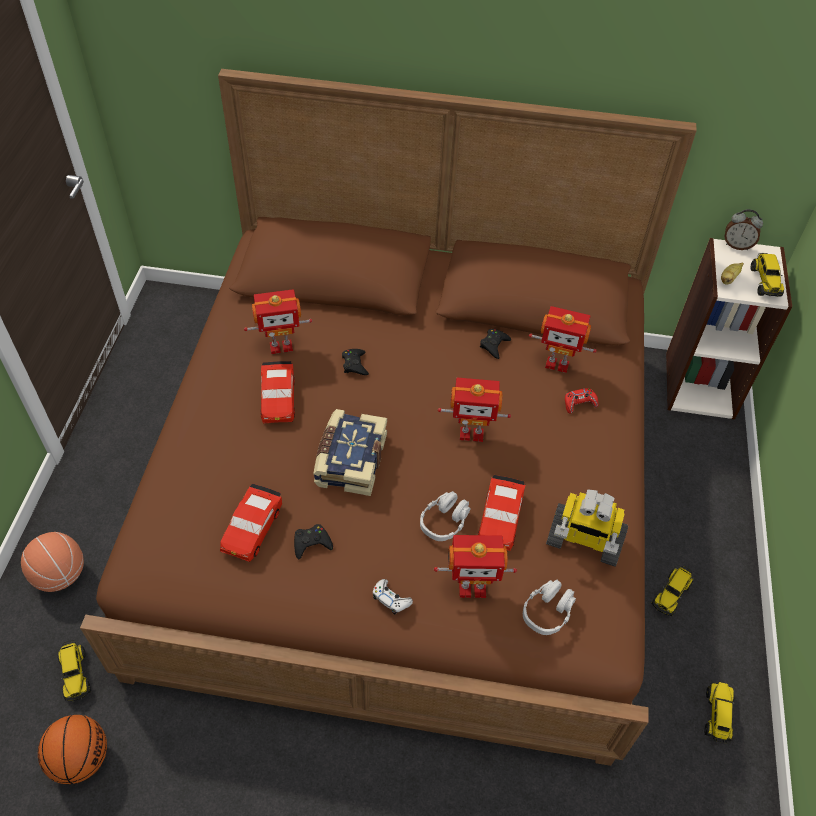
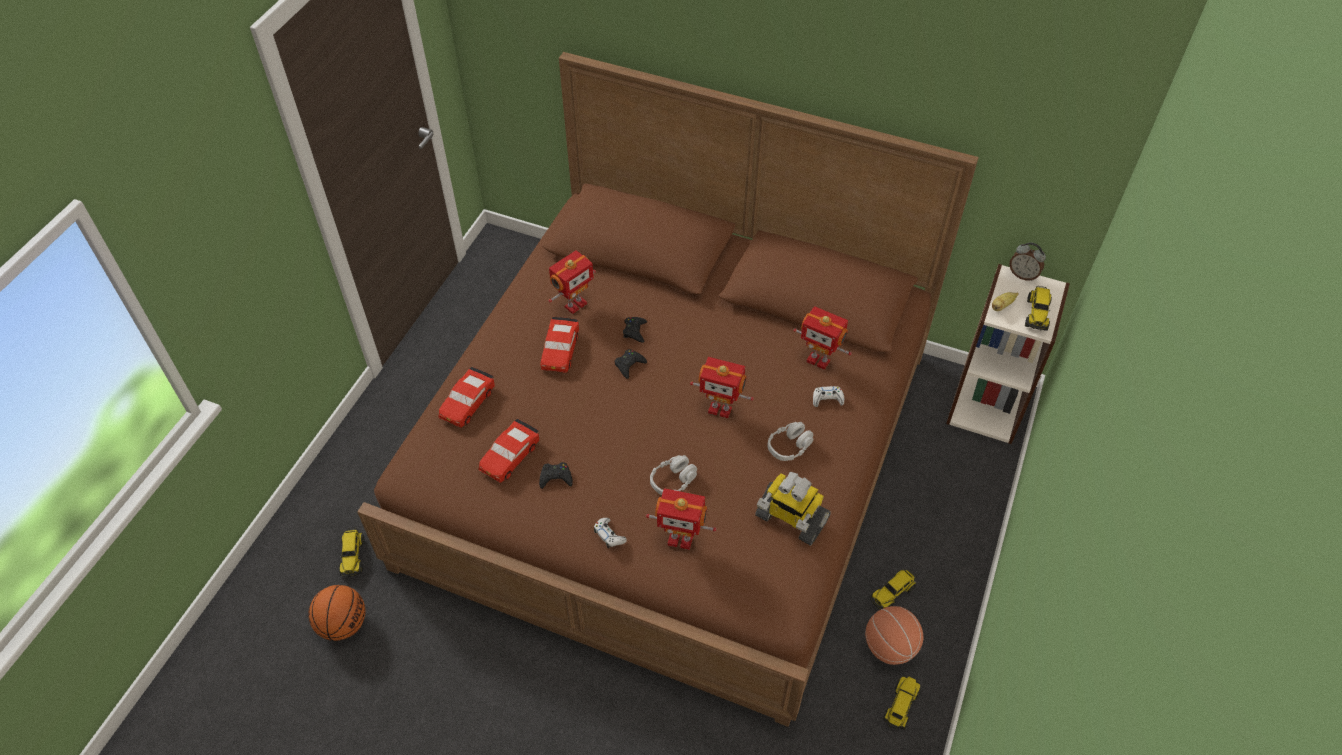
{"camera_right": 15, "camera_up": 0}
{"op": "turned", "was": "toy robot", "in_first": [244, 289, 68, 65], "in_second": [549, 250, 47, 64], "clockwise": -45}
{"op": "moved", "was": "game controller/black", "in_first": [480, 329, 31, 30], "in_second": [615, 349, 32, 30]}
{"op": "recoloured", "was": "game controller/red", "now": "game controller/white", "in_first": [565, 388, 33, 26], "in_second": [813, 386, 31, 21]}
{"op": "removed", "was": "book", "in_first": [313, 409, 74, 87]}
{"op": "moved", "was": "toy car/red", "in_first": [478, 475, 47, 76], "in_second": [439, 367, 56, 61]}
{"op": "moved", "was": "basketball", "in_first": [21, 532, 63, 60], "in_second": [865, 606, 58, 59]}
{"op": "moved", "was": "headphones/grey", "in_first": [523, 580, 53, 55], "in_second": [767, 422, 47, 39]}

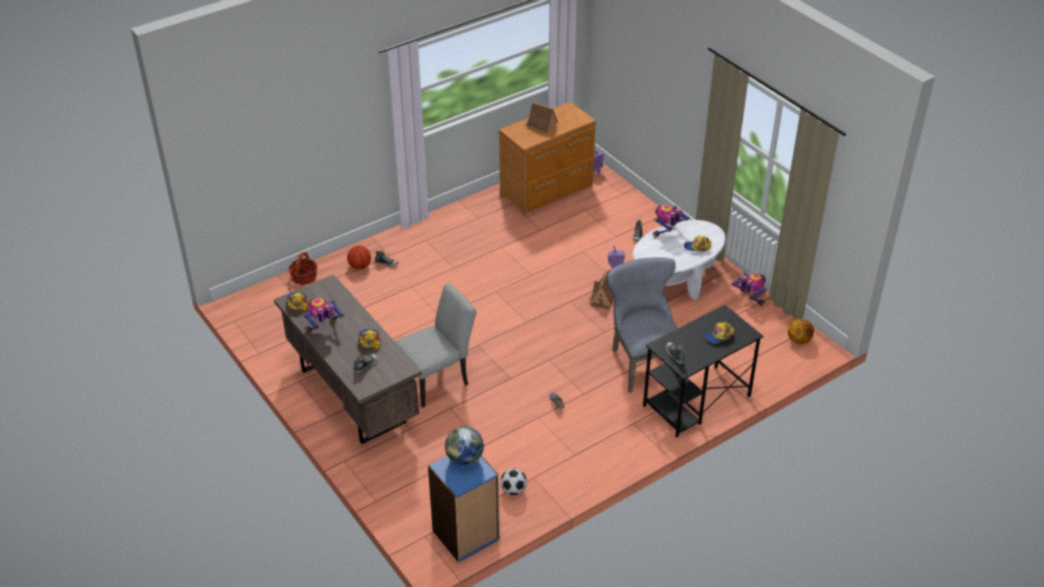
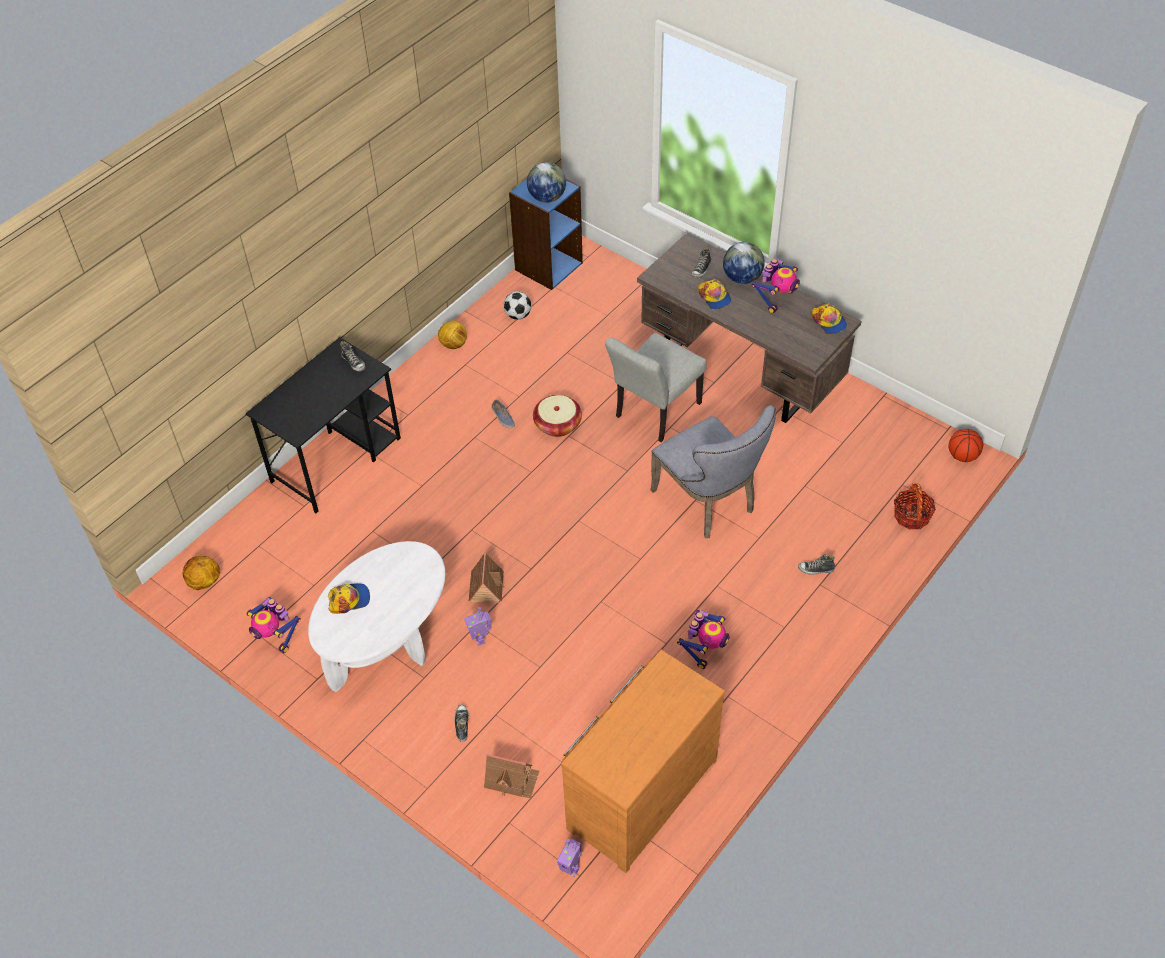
{"camera_right": 165, "camera_up": 10}
{"op": "moved", "was": "toy house", "in_first": [524, 102, 34, 31], "in_second": [484, 754, 55, 45]}
{"op": "moved", "was": "toy robot", "in_first": [653, 205, 36, 32], "in_second": [677, 610, 53, 59]}
{"op": "moved", "was": "basketball", "in_first": [347, 246, 24, 23], "in_second": [948, 429, 35, 33]}
{"op": "moved", "was": "chair/grey", "in_first": [607, 257, 71, 136], "in_second": [651, 405, 125, 133]}
{"op": "removed", "was": "cap", "in_first": [705, 322, 30, 21]}
{"op": "added", "now": "globe", "in_second": [723, 242, 42, 42]}
{"op": "added", "now": "football", "in_second": [438, 320, 29, 29]}
{"op": "added", "now": "basket", "in_second": [533, 395, 49, 42]}

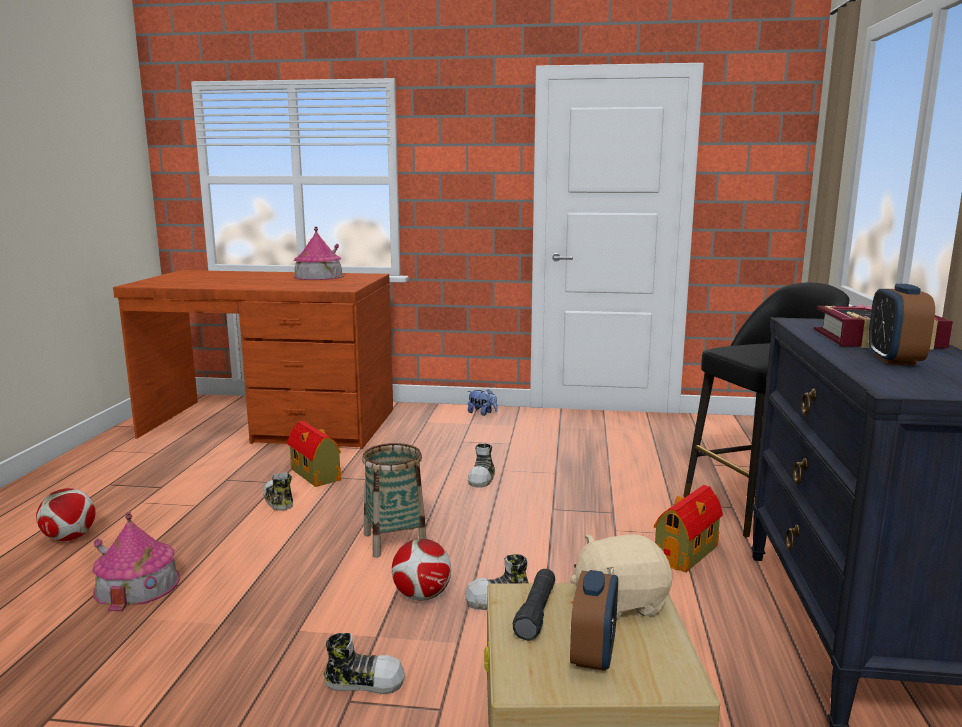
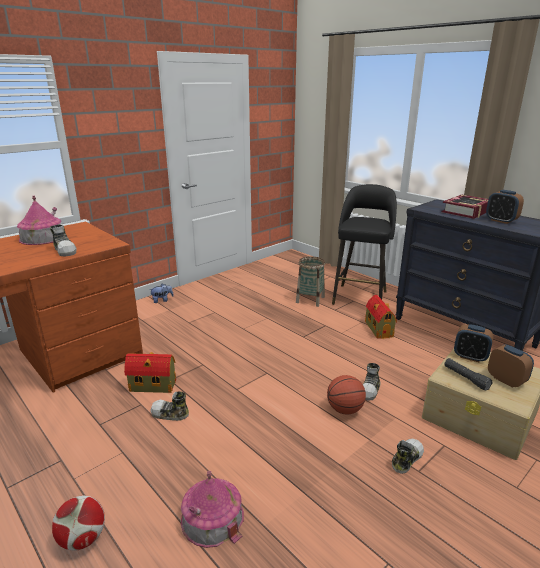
{"camera_right": -50, "camera_up": 10}
{"op": "moved", "was": "basket", "in_first": [362, 443, 64, 115], "in_second": [296, 256, 29, 51]}
{"op": "moved", "was": "shoe", "in_first": [468, 444, 27, 44], "in_second": [50, 225, 26, 31]}
{"op": "replaced", "was": "plush toy/beige", "now": "alarm clock", "in_first": [570, 534, 103, 86], "in_second": [454, 324, 39, 38]}
{"op": "replaced", "was": "football", "now": "basketball", "in_first": [392, 538, 59, 63], "in_second": [327, 375, 39, 39]}

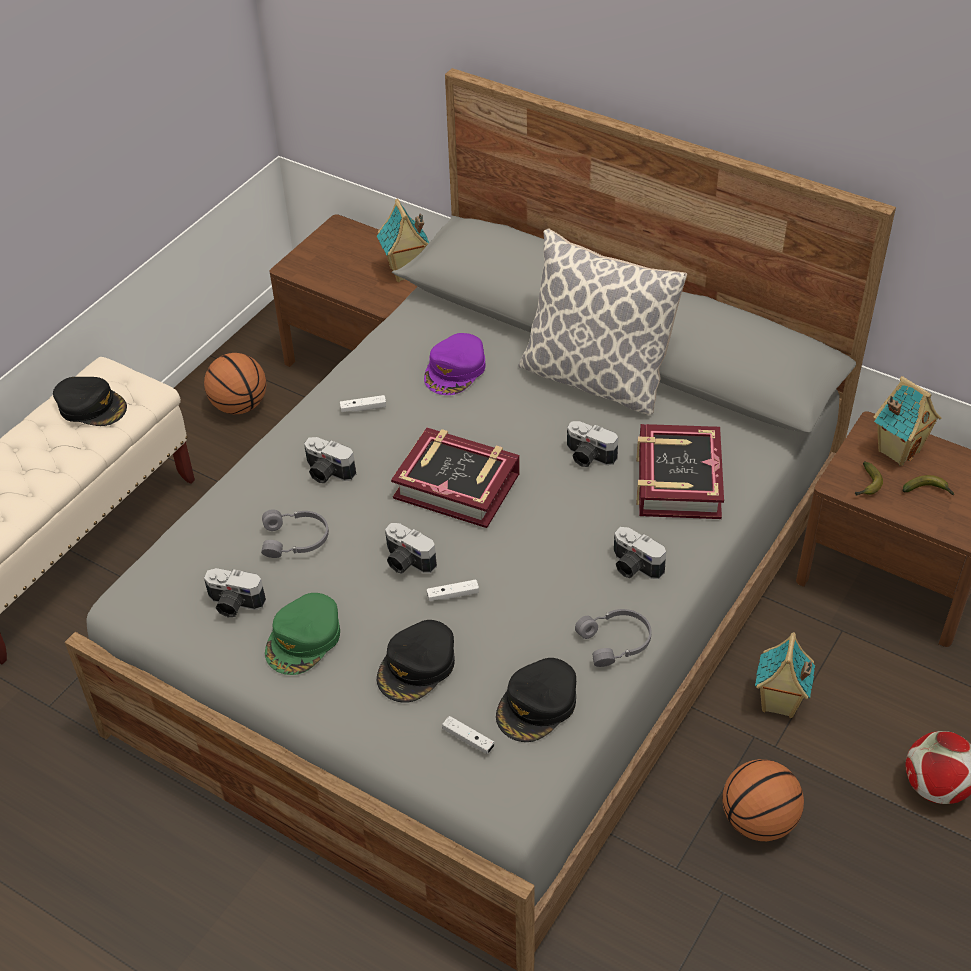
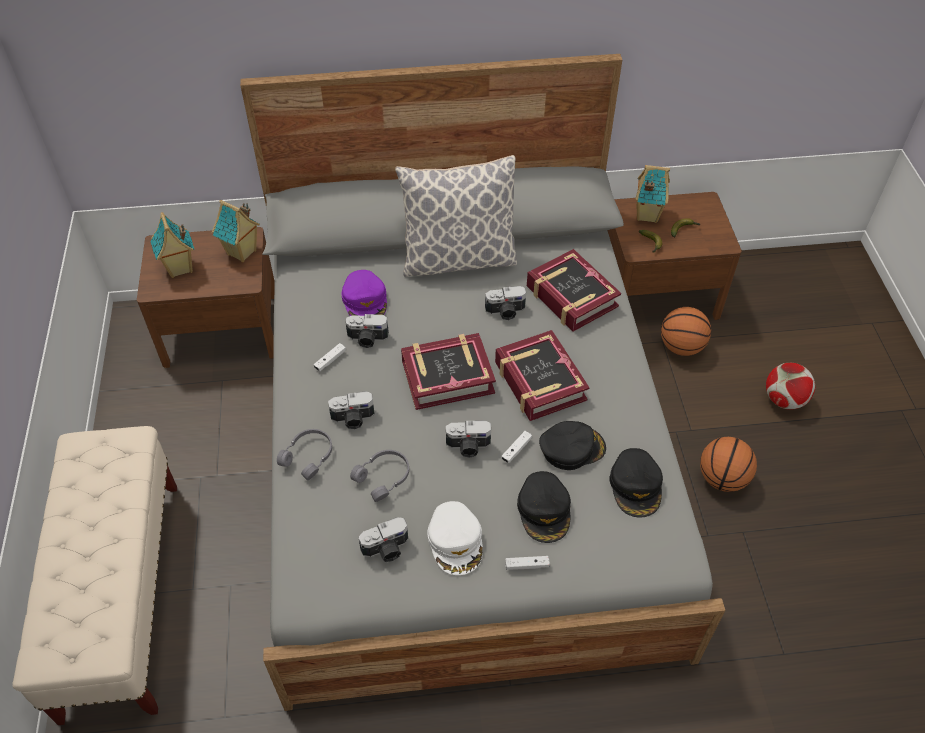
{"camera_right": -40, "camera_up": 5}
{"op": "moved", "was": "basketball", "in_first": [204, 353, 62, 61], "in_second": [661, 307, 50, 49]}
{"op": "moved", "was": "cap/black", "in_first": [53, 377, 74, 49], "in_second": [539, 421, 67, 49]}
{"op": "moved", "was": "photo camera", "in_first": [614, 527, 52, 52], "in_second": [346, 314, 43, 34]}
{"op": "recoloured", "was": "cap/green", "now": "cap/white", "in_first": [265, 593, 75, 82], "in_second": [427, 501, 56, 74]}
{"op": "moved", "was": "headphones/grey", "in_first": [575, 609, 77, 58], "in_second": [277, 429, 55, 51]}
{"op": "moved", "was": "toy house", "in_first": [755, 632, 60, 86], "in_second": [150, 212, 45, 66]}
{"op": "moved", "was": "game controller/white", "in_first": [442, 716, 53, 38], "in_second": [505, 556, 45, 14]}
{"op": "added", "now": "book", "in_second": [495, 330, 95, 91]}

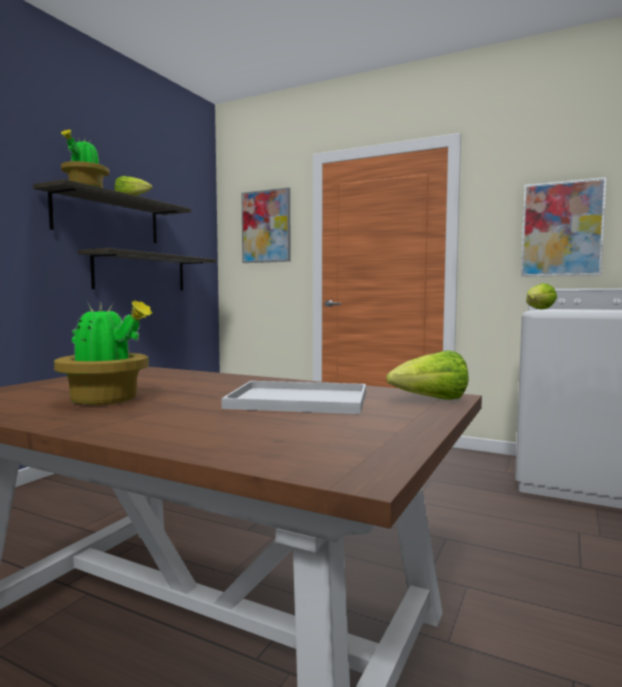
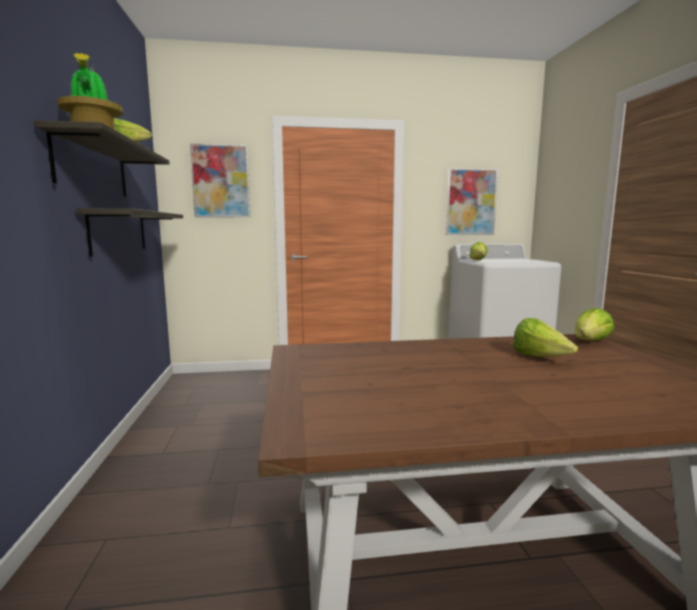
{"camera_right": -35, "camera_up": 5}
{"op": "removed", "was": "potted plant", "in_first": [54, 300, 98, 105]}
{"op": "replaced", "was": "tray/white", "now": "lettuce", "in_first": [221, 381, 145, 33], "in_second": [513, 318, 65, 39]}

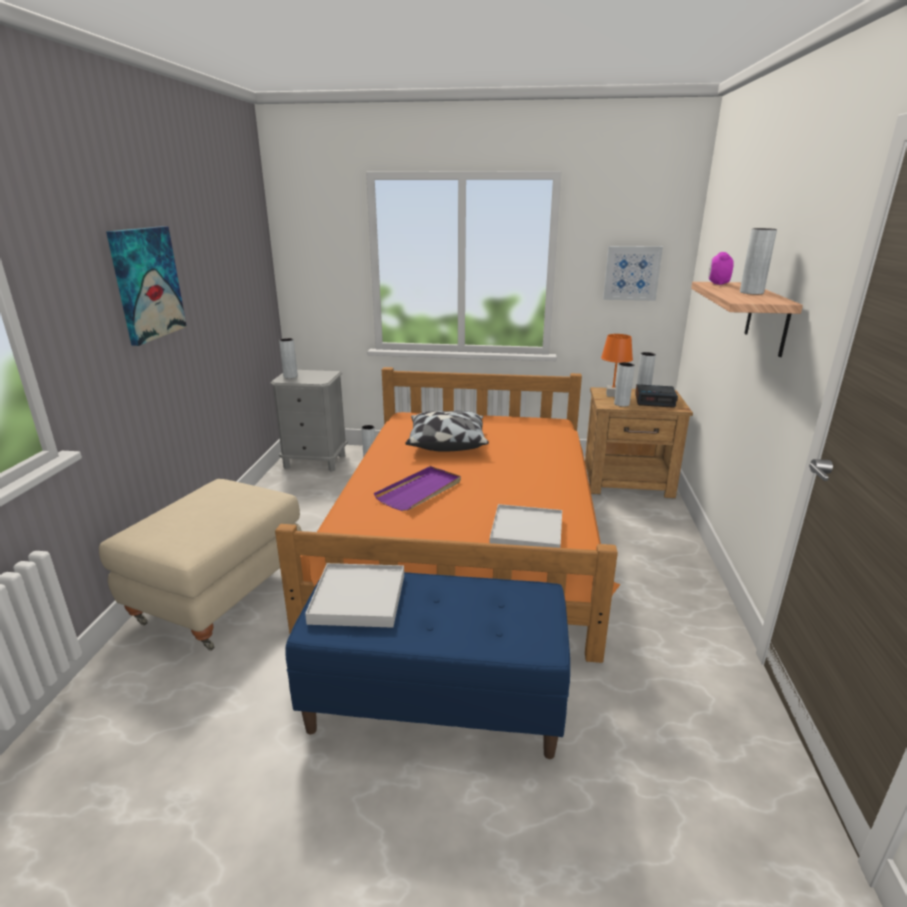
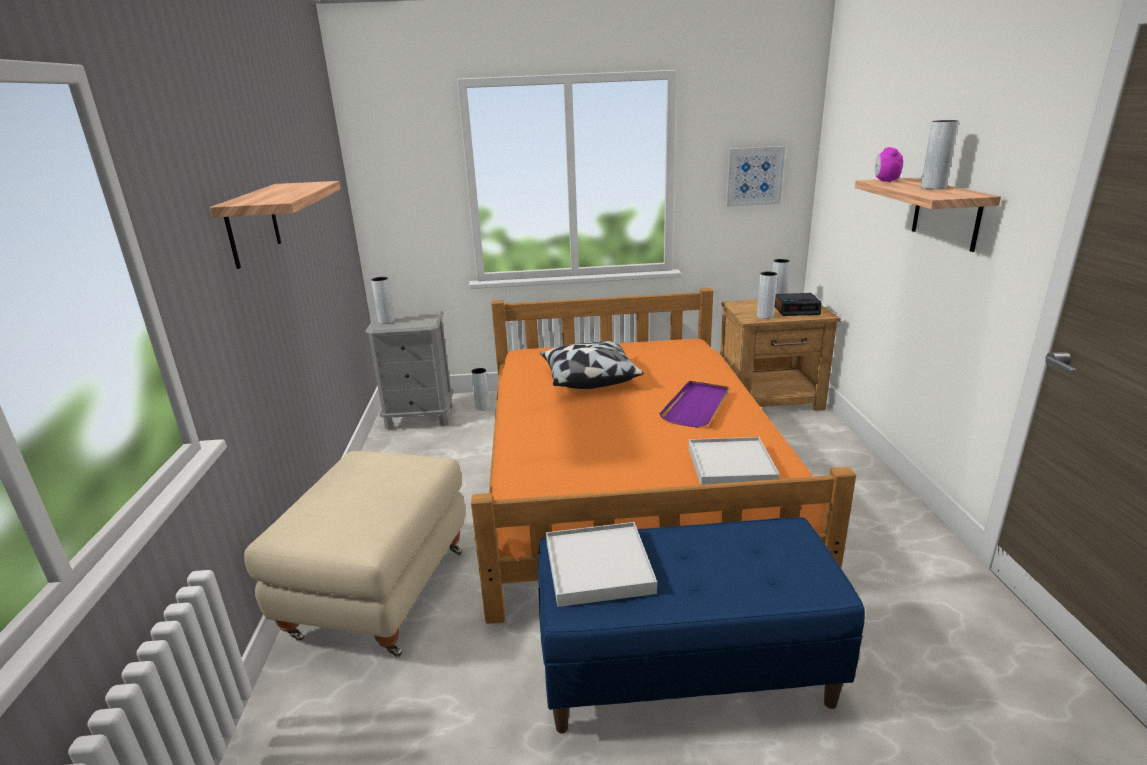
{"camera_right": -10, "camera_up": 0}
{"op": "replaced", "was": "picture", "now": "shelf", "in_first": [106, 226, 81, 120], "in_second": [210, 181, 131, 88]}
{"op": "removed", "was": "table lamp/orange", "in_first": [601, 334, 32, 63]}
{"op": "moved", "was": "tray/purple", "in_first": [374, 466, 87, 45], "in_second": [659, 381, 70, 47]}

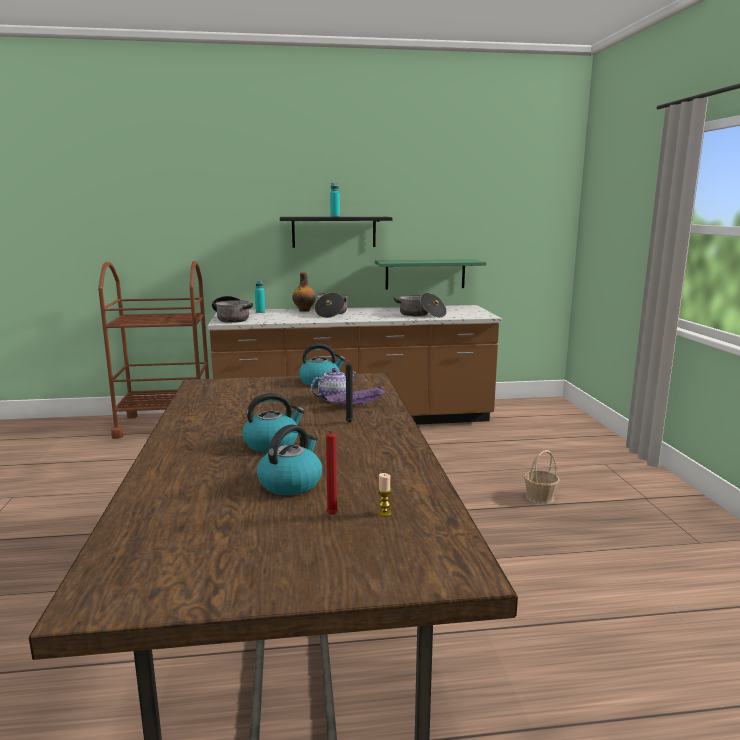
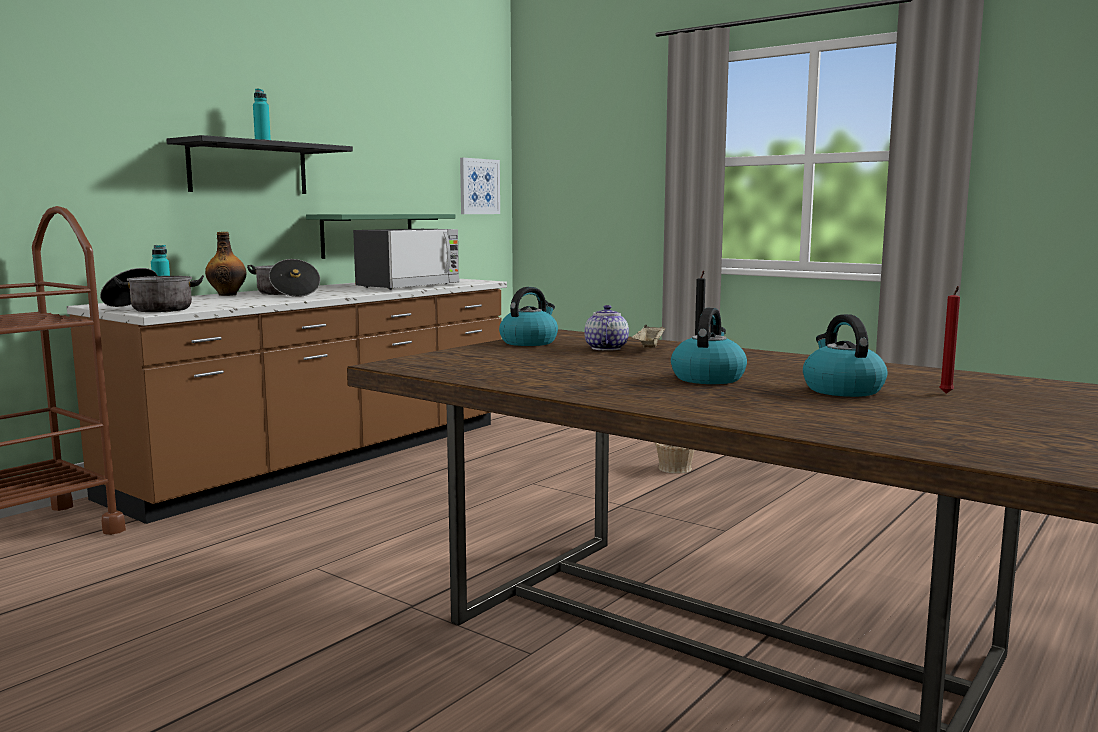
{"camera_right": -45, "camera_up": -5}
{"op": "replaced", "was": "cooking pot", "now": "microwave", "in_first": [393, 293, 54, 25], "in_second": [353, 229, 107, 61]}
{"op": "recoloured", "was": "tray/purple", "now": "tray/beige", "in_first": [325, 386, 62, 20], "in_second": [632, 325, 34, 23]}
{"op": "removed", "was": "candle", "in_first": [377, 473, 15, 44]}
{"op": "added", "now": "picture", "in_second": [460, 158, 40, 56]}

